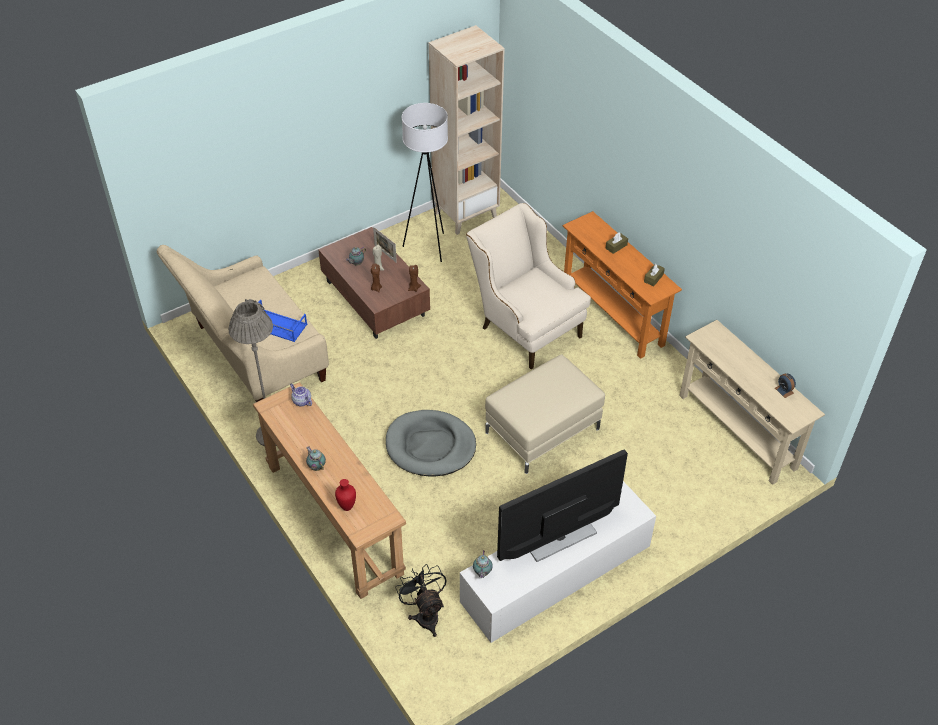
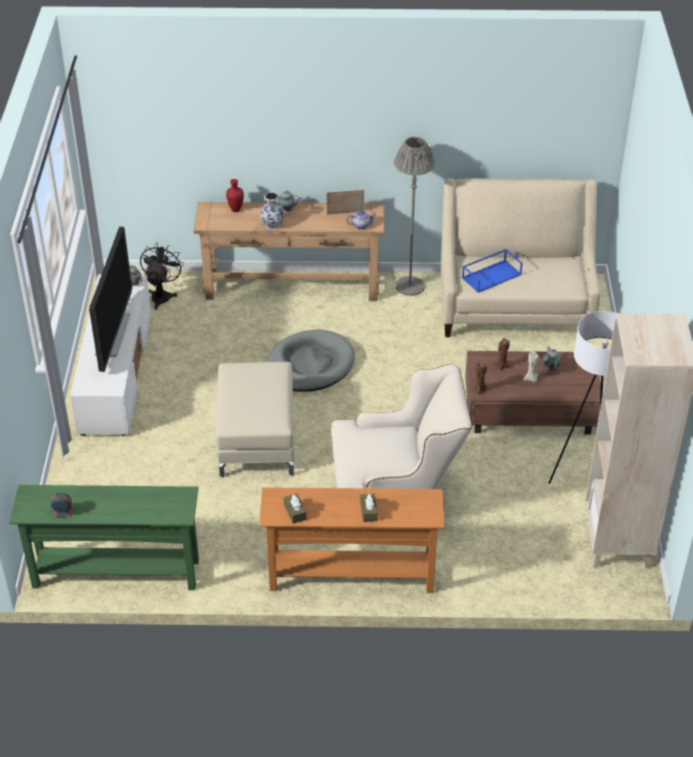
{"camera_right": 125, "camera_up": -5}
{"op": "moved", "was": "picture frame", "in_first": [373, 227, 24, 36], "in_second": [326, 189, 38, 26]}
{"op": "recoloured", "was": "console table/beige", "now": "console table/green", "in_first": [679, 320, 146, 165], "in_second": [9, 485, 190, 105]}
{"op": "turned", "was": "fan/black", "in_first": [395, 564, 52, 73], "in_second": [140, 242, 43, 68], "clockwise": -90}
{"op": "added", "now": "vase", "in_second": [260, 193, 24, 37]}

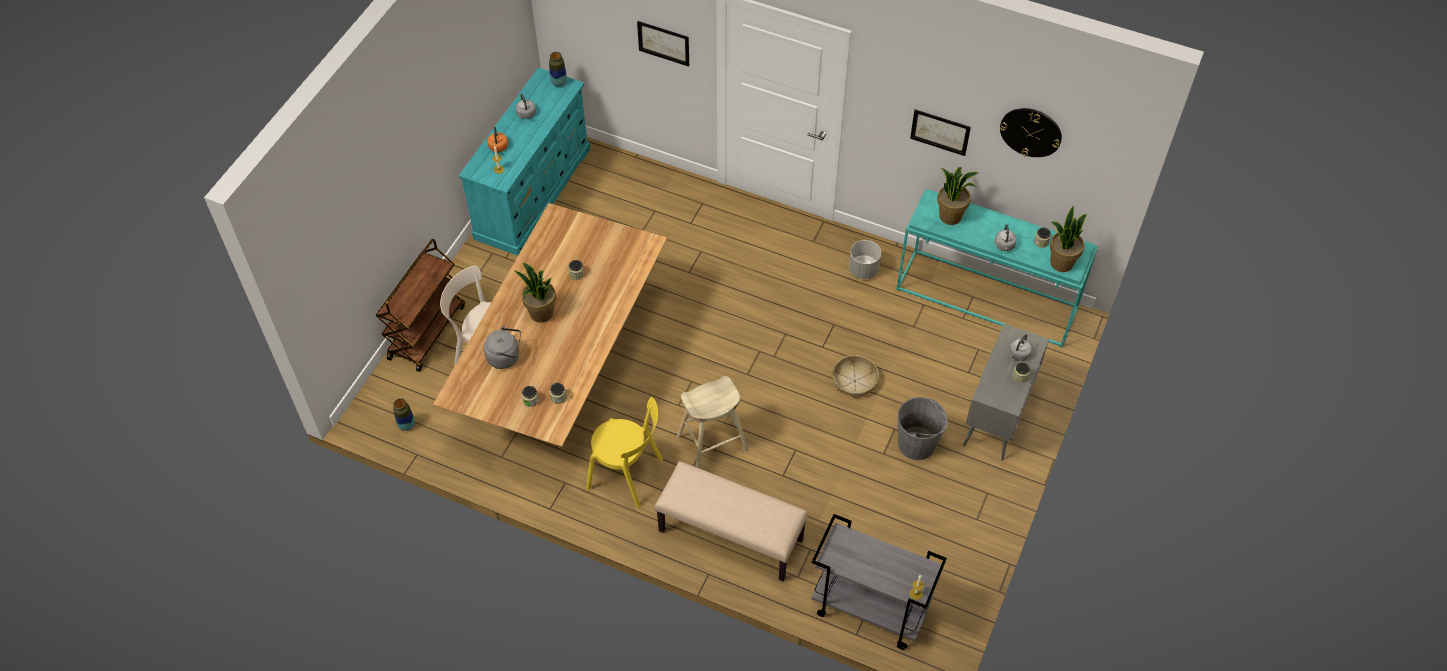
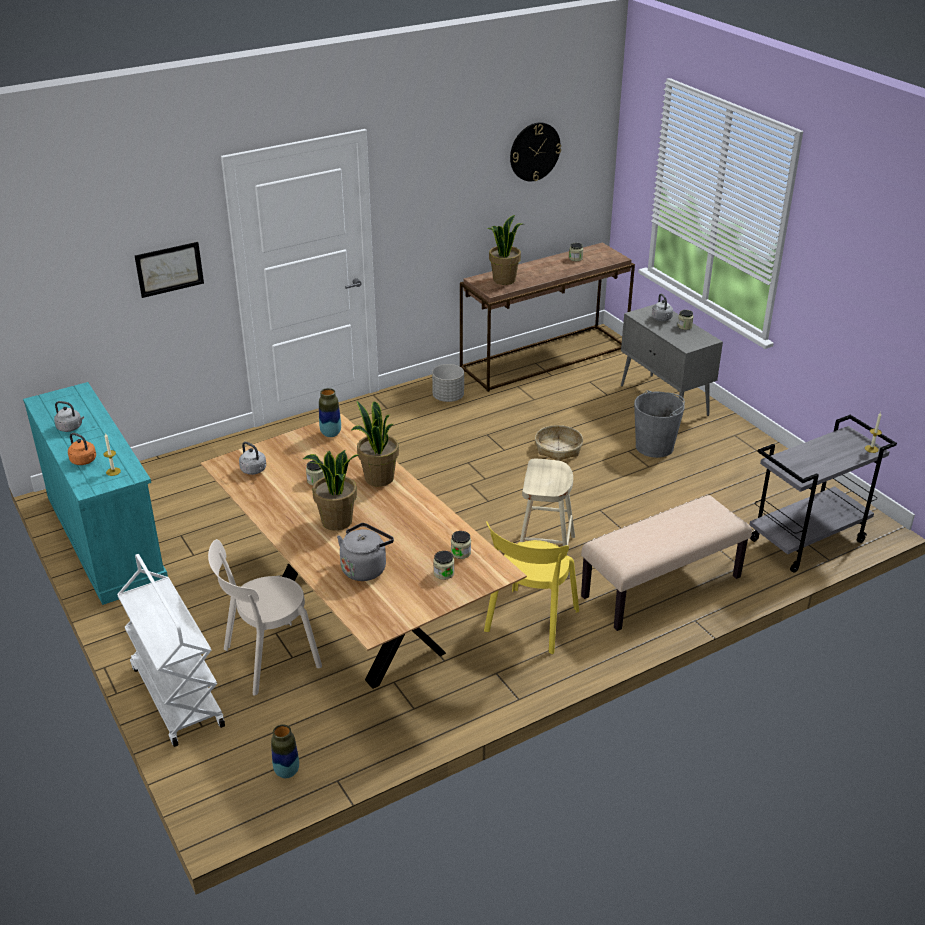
{"camera_right": -55, "camera_up": -20}
{"op": "moved", "was": "vase", "in_first": [549, 52, 18, 35], "in_second": [319, 388, 22, 49]}
{"op": "removed", "was": "picture", "in_first": [910, 109, 61, 47]}
{"op": "recoloured", "was": "console table/turquoise", "now": "console table/brown", "in_first": [896, 189, 202, 159], "in_second": [460, 243, 175, 149]}
{"op": "moved", "was": "potted plant", "in_first": [1050, 205, 37, 67], "in_second": [352, 401, 47, 86]}
{"op": "moved", "was": "kettle/grey", "in_first": [995, 224, 22, 27], "in_second": [239, 442, 27, 33]}
{"op": "recoloured", "was": "cart/brown", "now": "cart/white", "in_first": [376, 239, 89, 133], "in_second": [117, 554, 108, 193]}
{"op": "turned", "was": "chair/yellow", "in_first": [586, 397, 77, 111], "in_second": [484, 521, 95, 133], "clockwise": 150}

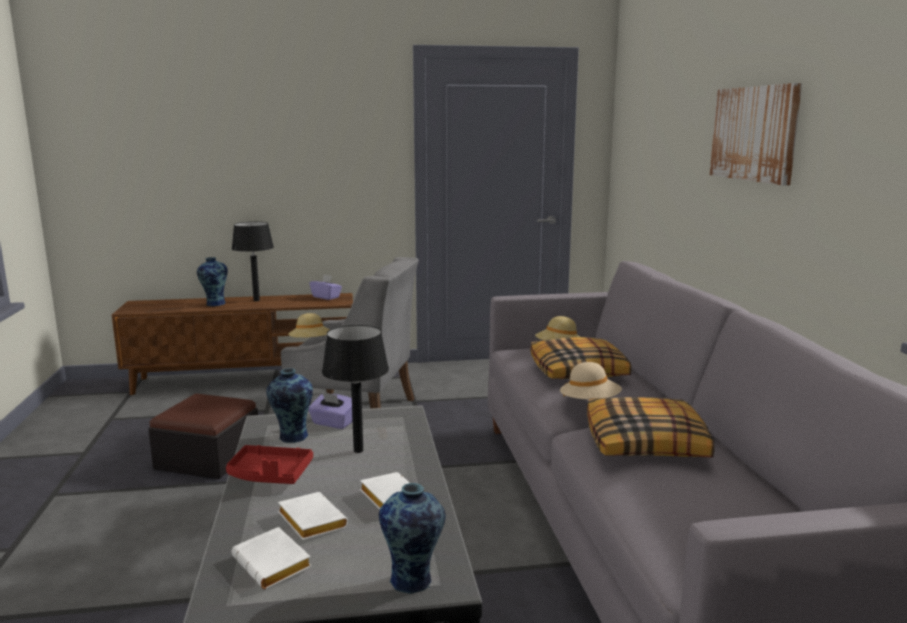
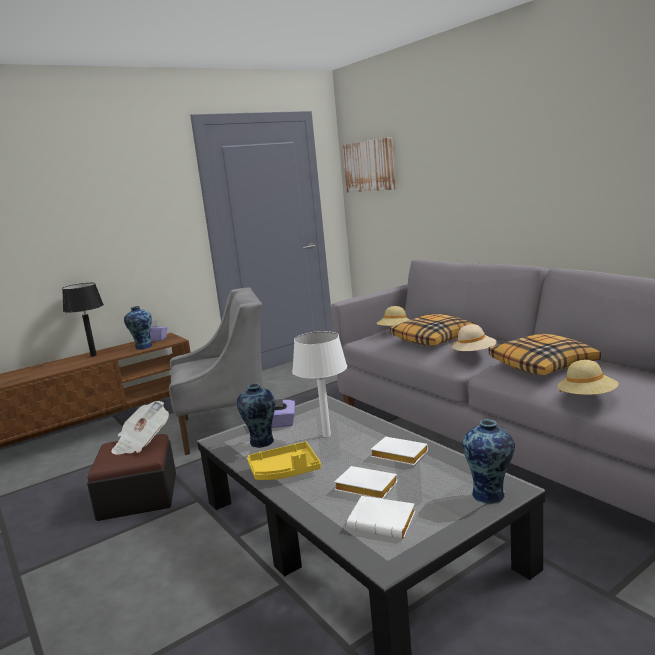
{"camera_right": -25, "camera_up": 0}
{"op": "moved", "was": "picture", "in_first": [710, 83, 92, 103], "in_second": [343, 137, 52, 55]}
{"op": "moved", "was": "vase", "in_first": [197, 257, 31, 49], "in_second": [124, 306, 29, 44]}
{"op": "moved", "was": "hat/beige", "in_first": [288, 313, 42, 25], "in_second": [558, 360, 61, 35]}
{"op": "recoloured", "was": "table lamp/black", "now": "table lamp/white", "in_first": [322, 325, 67, 128], "in_second": [292, 331, 55, 106]}
{"op": "recoloured", "was": "tray/red", "now": "tray/yellow", "in_first": [226, 445, 87, 39], "in_second": [247, 442, 74, 38]}
{"op": "added", "now": "newspaper", "in_second": [111, 401, 58, 54]}

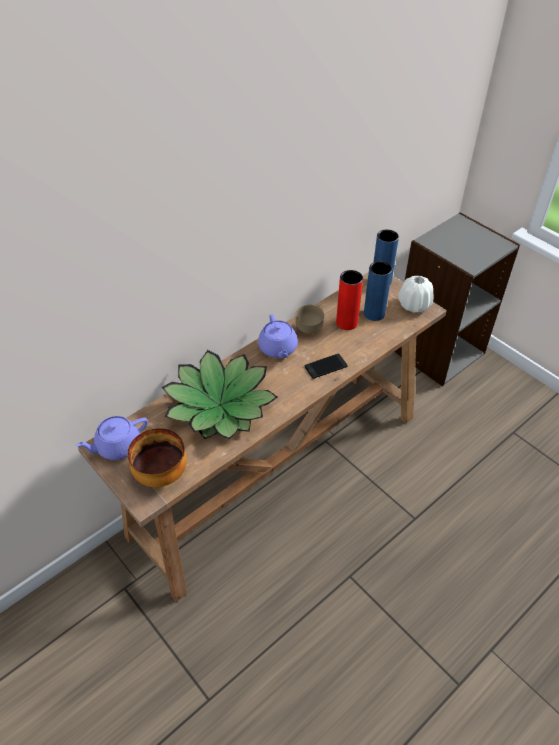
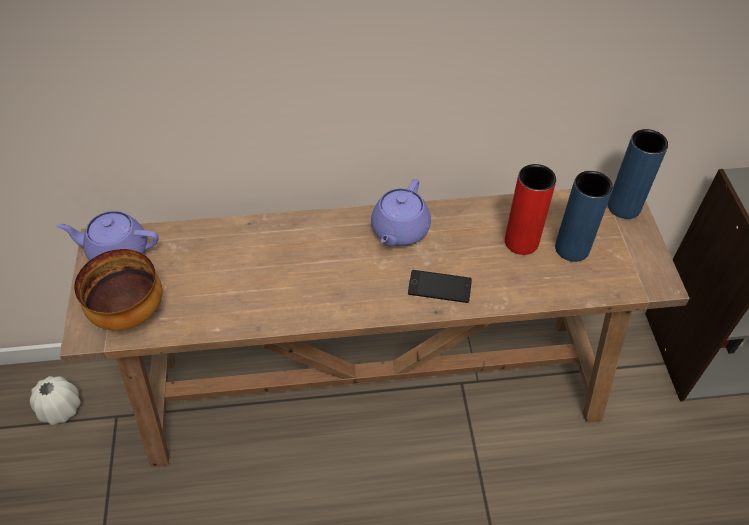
{"camera_right": 35, "camera_up": 5}
{"op": "moved", "was": "vase/white", "in_first": [398, 276, 35, 37], "in_second": [30, 376, 51, 49]}
{"op": "removed", "was": "bowl/brown", "in_first": [295, 304, 29, 30]}
{"op": "removed", "was": "potted plant", "in_first": [162, 350, 115, 89]}

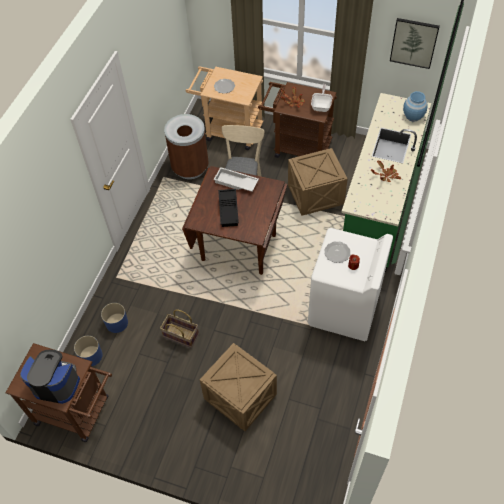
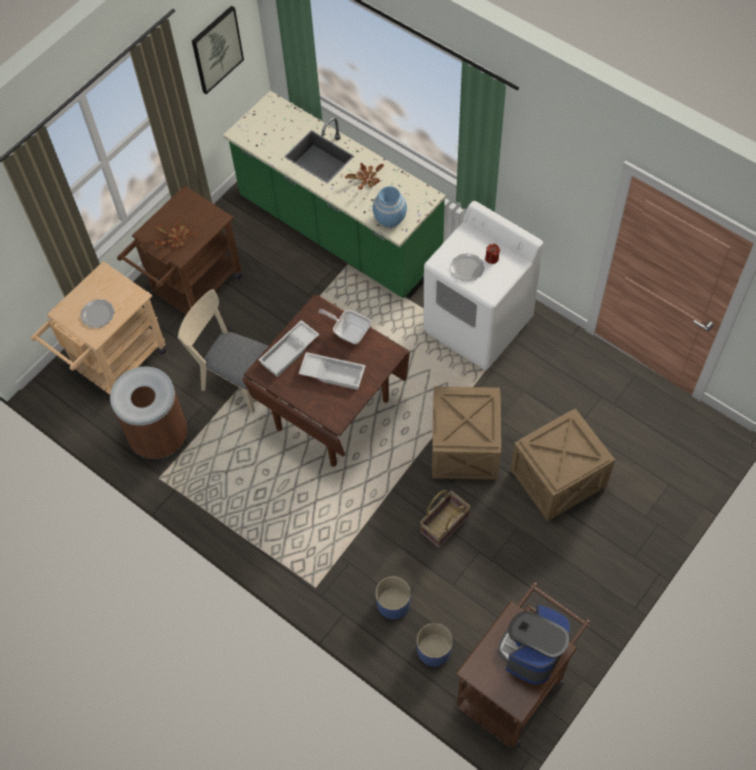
{"camera_right": -70, "camera_up": 5}
{"op": "moved", "was": "frying pan", "in_first": [311, 84, 21, 28], "in_second": [318, 309, 53, 35]}
{"op": "moved", "was": "vase/blue", "in_first": [403, 91, 25, 31], "in_second": [372, 186, 35, 42]}
{"op": "moved", "was": "crate", "in_first": [288, 148, 60, 68], "in_second": [432, 386, 69, 94]}
{"op": "recoloured", "was": "tray/black", "now": "tray/white", "in_first": [218, 189, 21, 38], "in_second": [299, 352, 67, 38]}

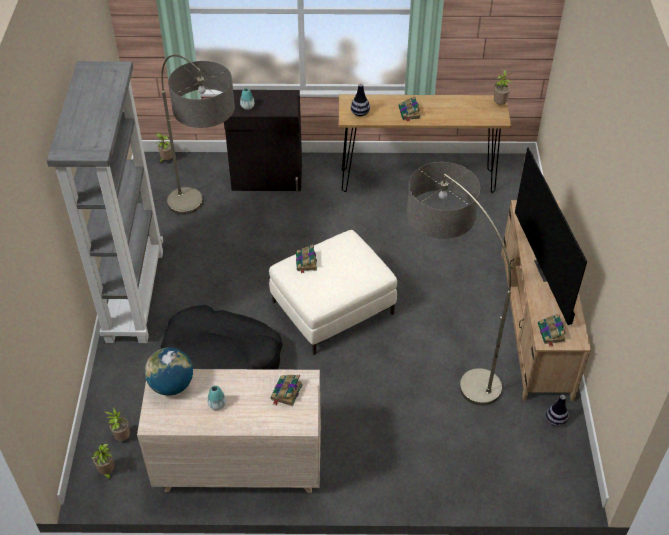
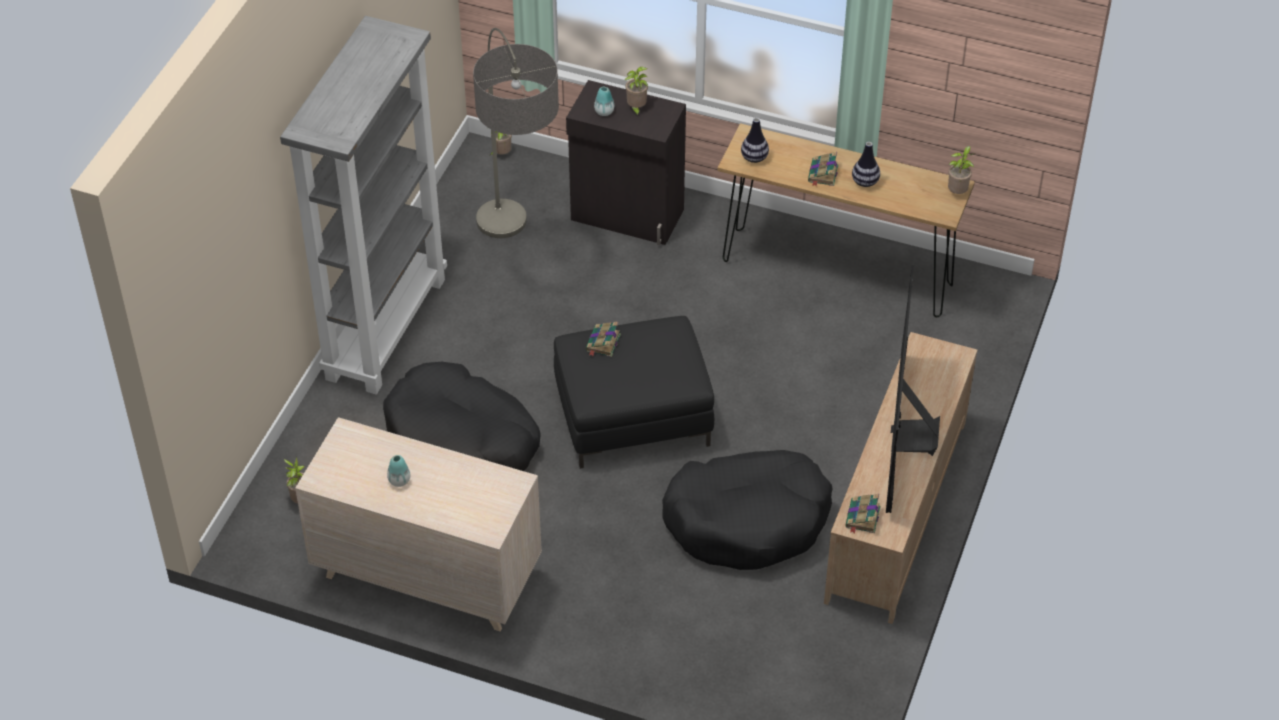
{"camera_right": 20, "camera_up": 0}
{"op": "replaced", "was": "floor lamp", "now": "dog bed/black", "in_first": [407, 162, 104, 244], "in_second": [662, 450, 171, 120]}
{"op": "recoloured", "was": "ottoman/white", "now": "ottoman/black", "in_first": [269, 230, 128, 125], "in_second": [554, 316, 160, 153]}
{"op": "removed", "was": "globe", "in_first": [145, 348, 48, 48]}
{"op": "removed", "was": "book", "in_first": [270, 375, 33, 31]}
{"op": "moved", "was": "vase", "in_first": [546, 395, 23, 31], "in_second": [852, 142, 28, 45]}
{"op": "moved", "was": "potted plant", "in_first": [91, 444, 23, 37], "in_second": [625, 67, 23, 51]}

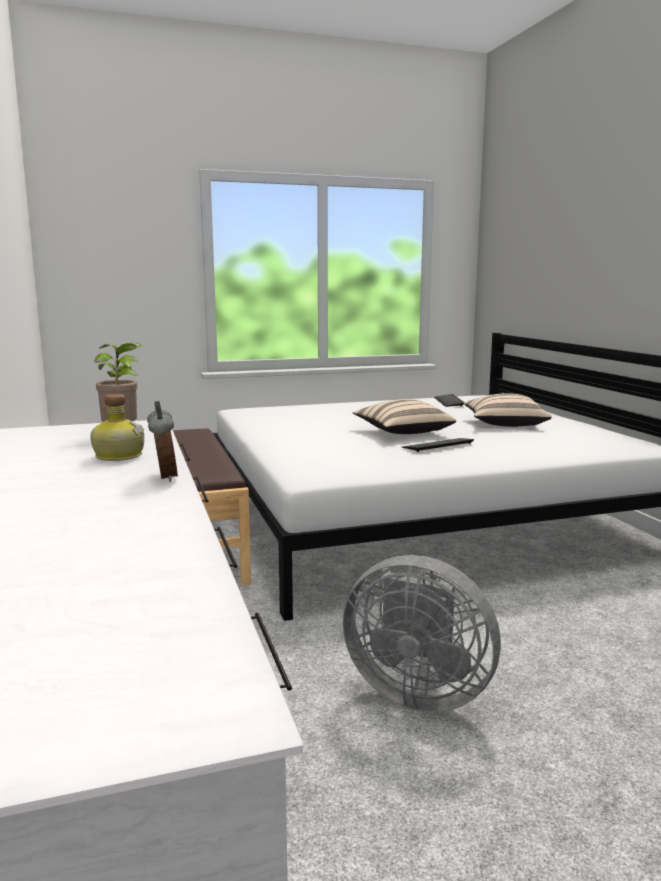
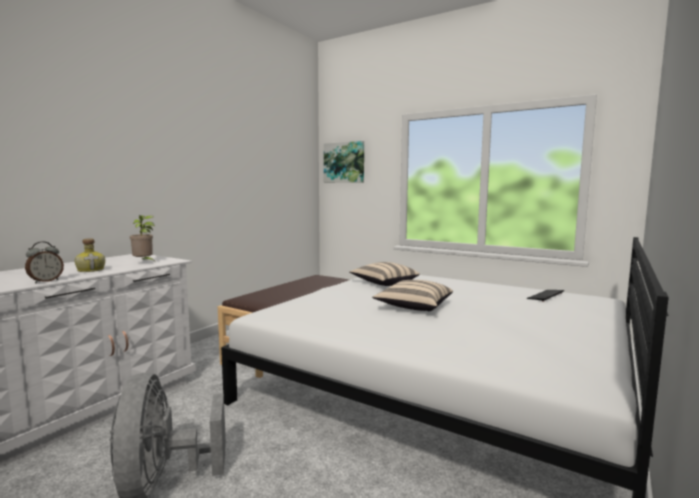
{"camera_right": 50, "camera_up": -5}
{"op": "moved", "was": "pillow/beige", "in_first": [463, 393, 89, 34], "in_second": [349, 262, 71, 24]}
{"op": "removed", "was": "keyboard", "in_first": [402, 438, 72, 14]}
{"op": "added", "now": "picture", "in_second": [324, 141, 40, 42]}

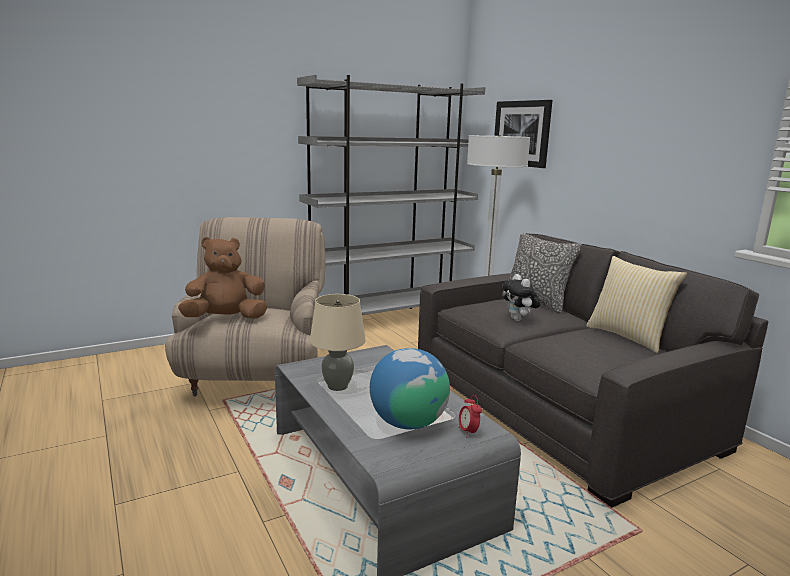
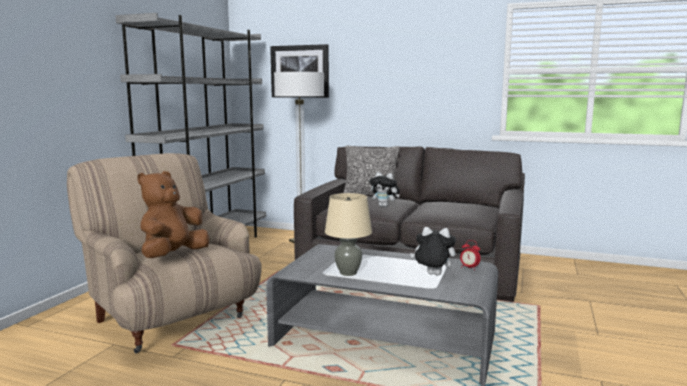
{"camera_right": -40, "camera_up": -5}
{"op": "removed", "was": "pillow", "in_first": [586, 256, 101, 97]}
{"op": "replaced", "was": "globe", "now": "plush toy", "in_first": [370, 348, 80, 81], "in_second": [410, 227, 46, 48]}

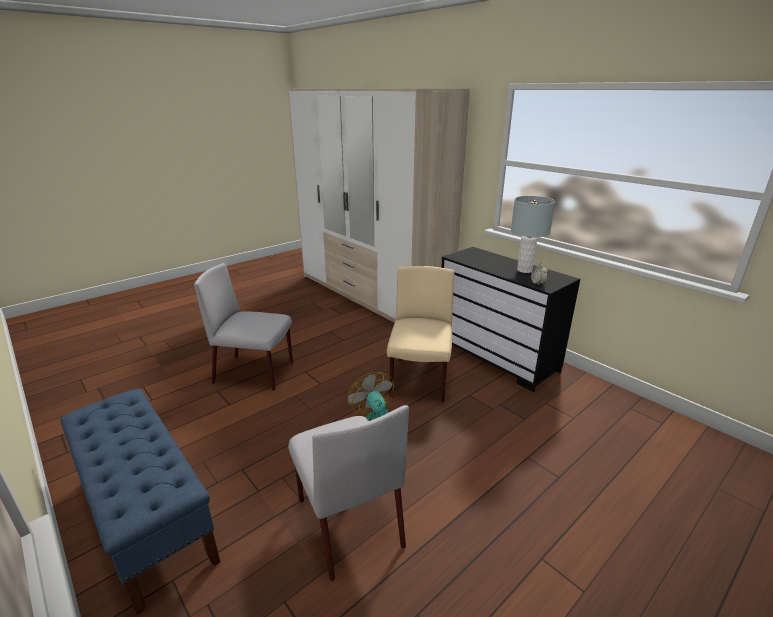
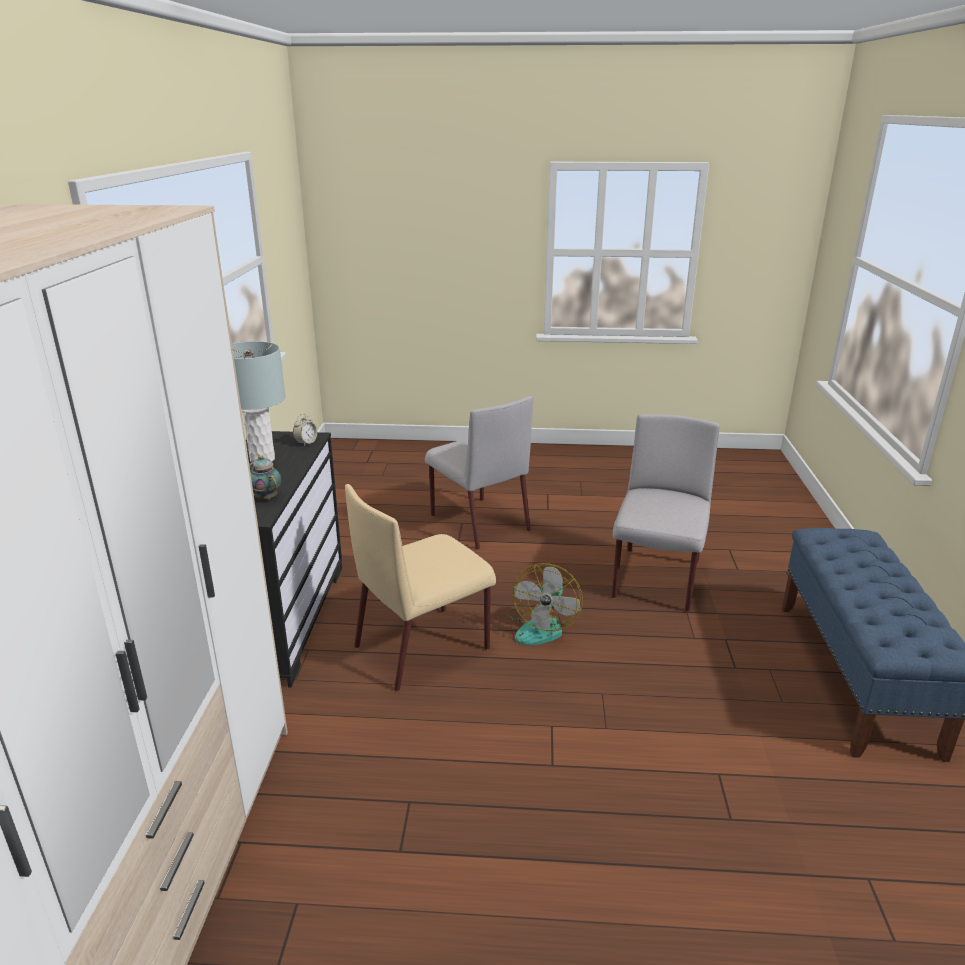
{"camera_right": -135, "camera_up": 0}
{"op": "moved", "was": "chair/grey", "in_first": [194, 263, 99, 128], "in_second": [425, 396, 108, 154]}
{"op": "added", "now": "teapot", "in_second": [249, 455, 32, 45]}

